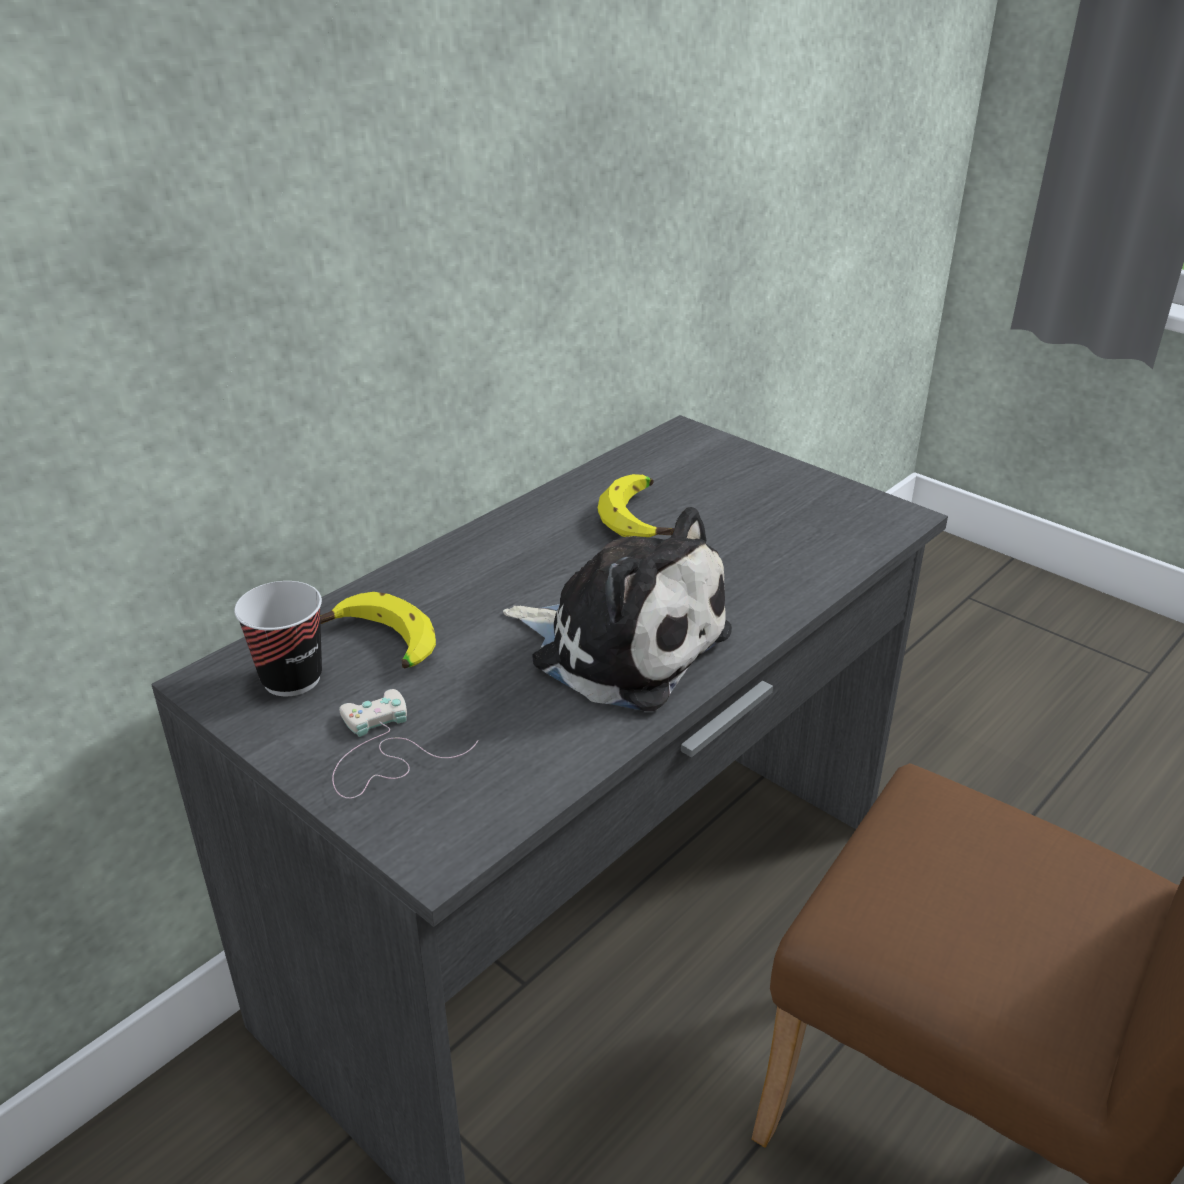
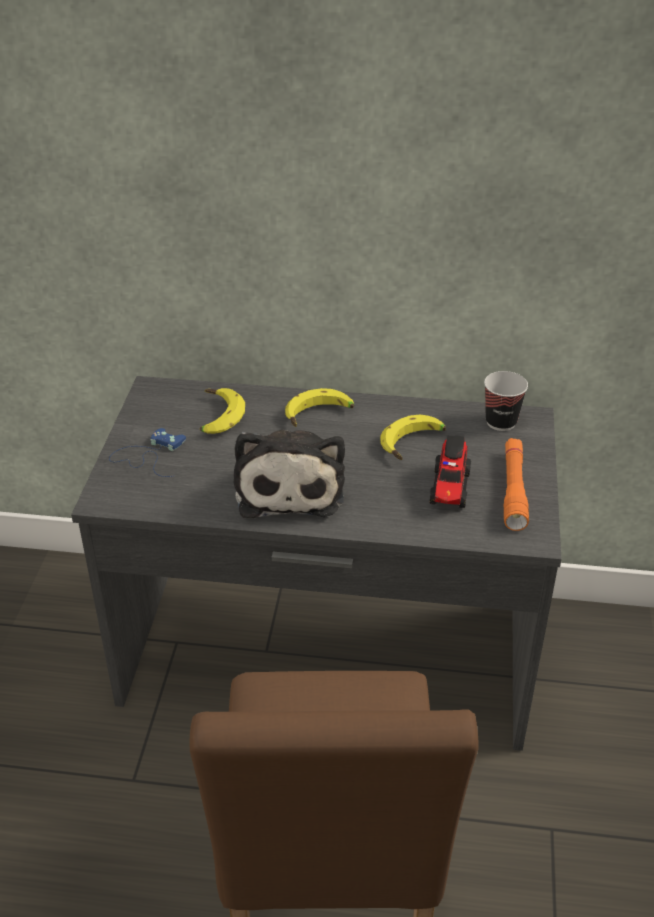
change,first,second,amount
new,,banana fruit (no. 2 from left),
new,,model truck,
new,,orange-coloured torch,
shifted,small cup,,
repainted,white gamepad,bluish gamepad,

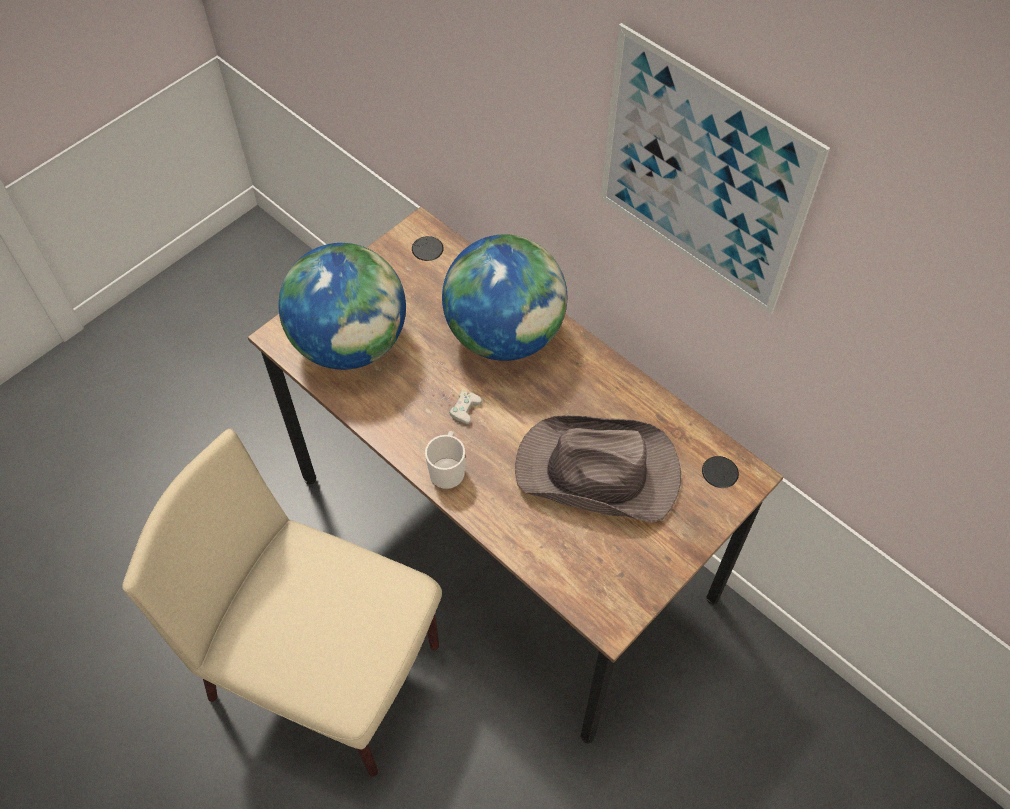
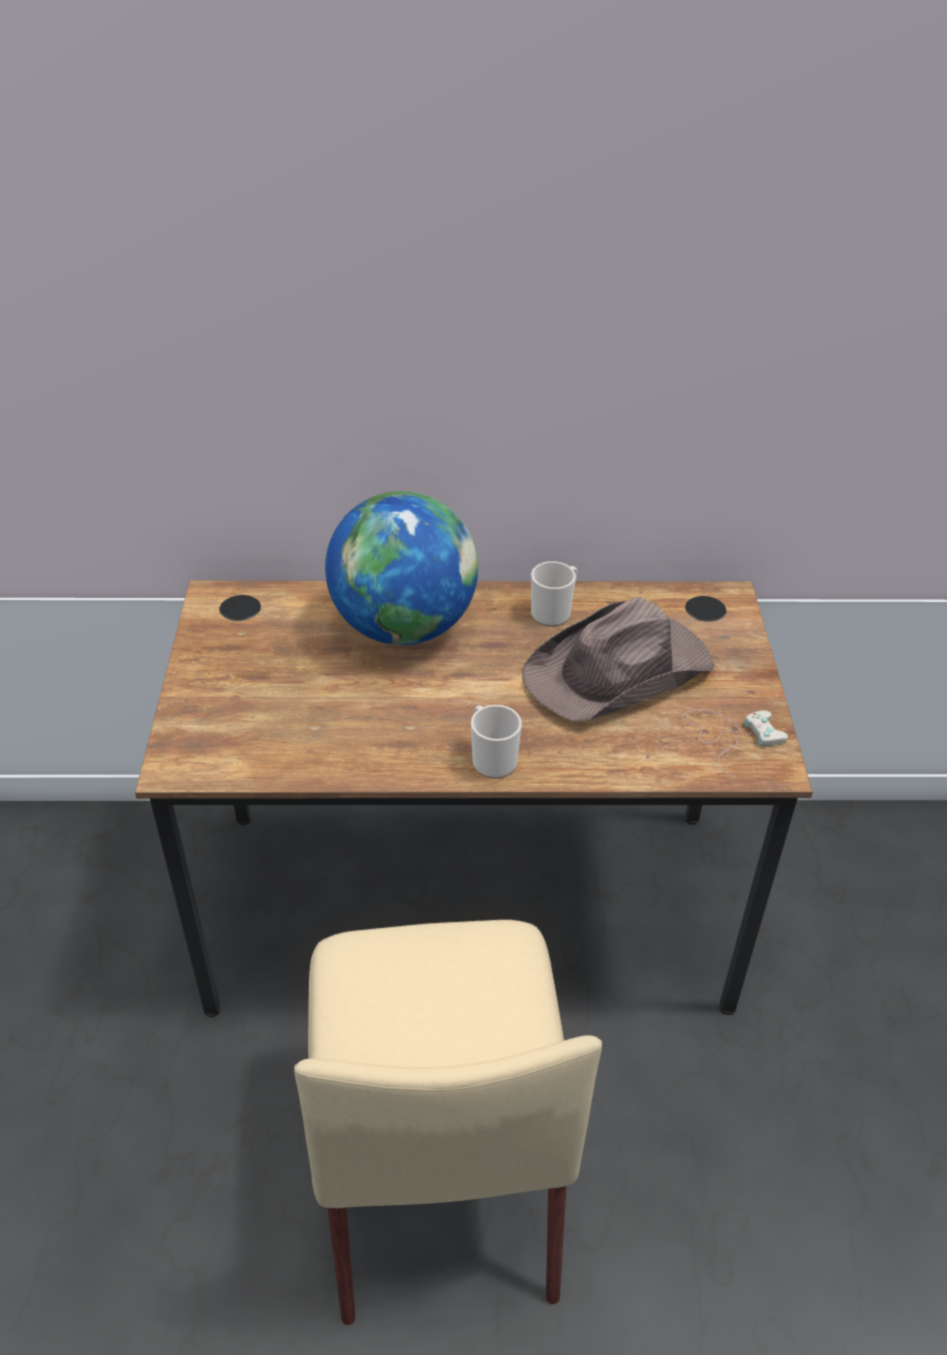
change,first,second,amount
gone,world globe (no. 1 from left),,
gone,wall picture,,
new,,mug (no. 2 from left),
shifted,white gamepad,,
rotated,beige upright chair,,75 degrees counterclockwise

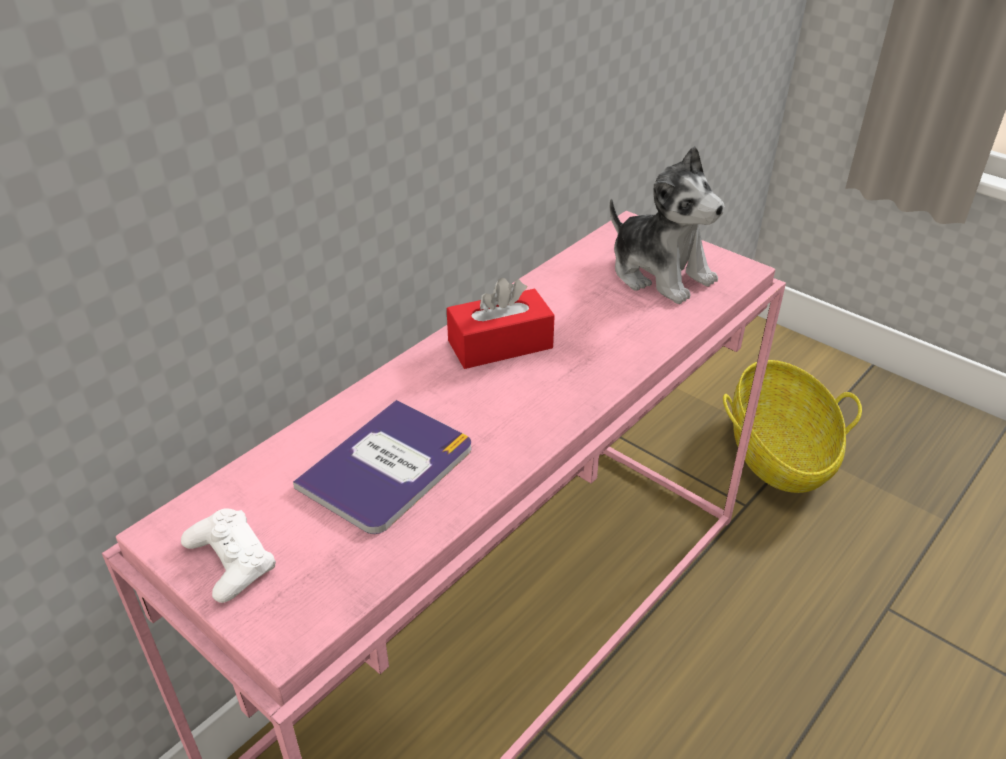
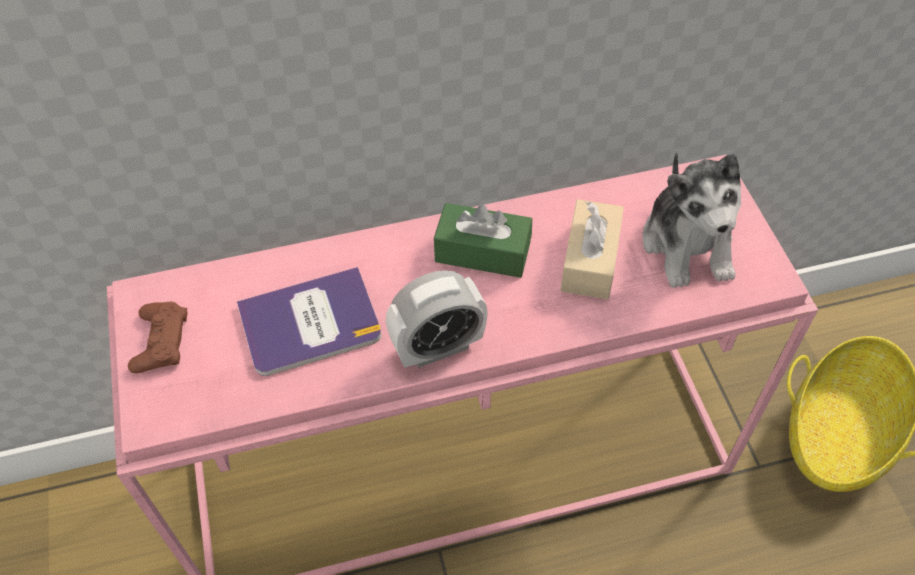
change,first,second,amount
new,,table clock,
new,,beige box of tissues,
repainted,white gamepad,brown-coloured gamepad,
repainted,red box of tissues,green box of tissues,

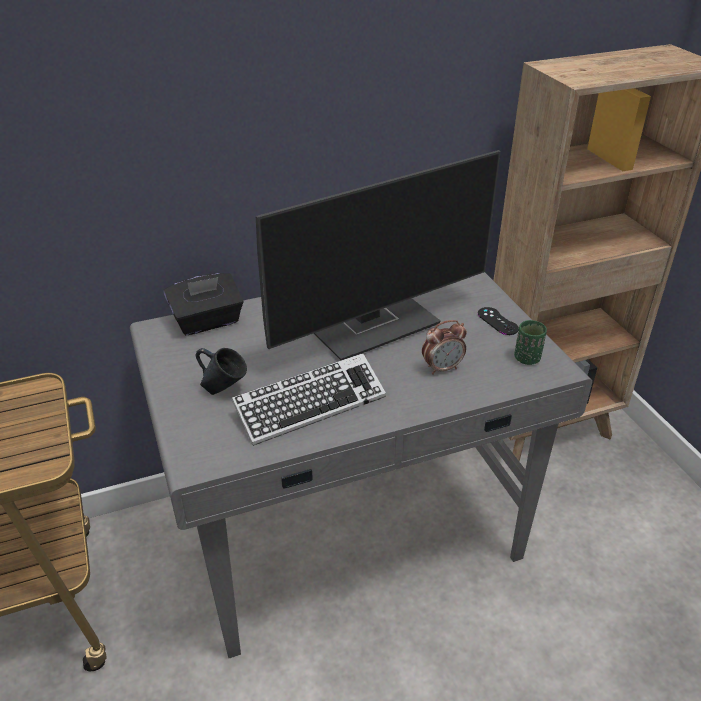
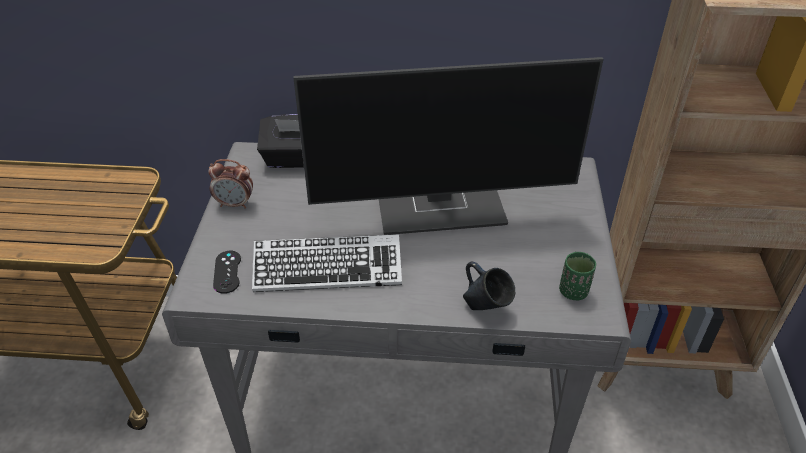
change,first,second,amount
shifted,bluish mug,,
shifted,table clock,,
shifted,black gamepad,,

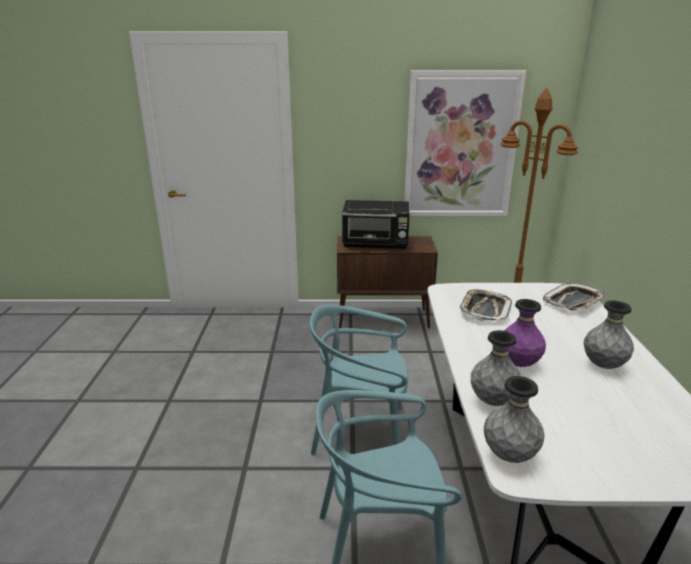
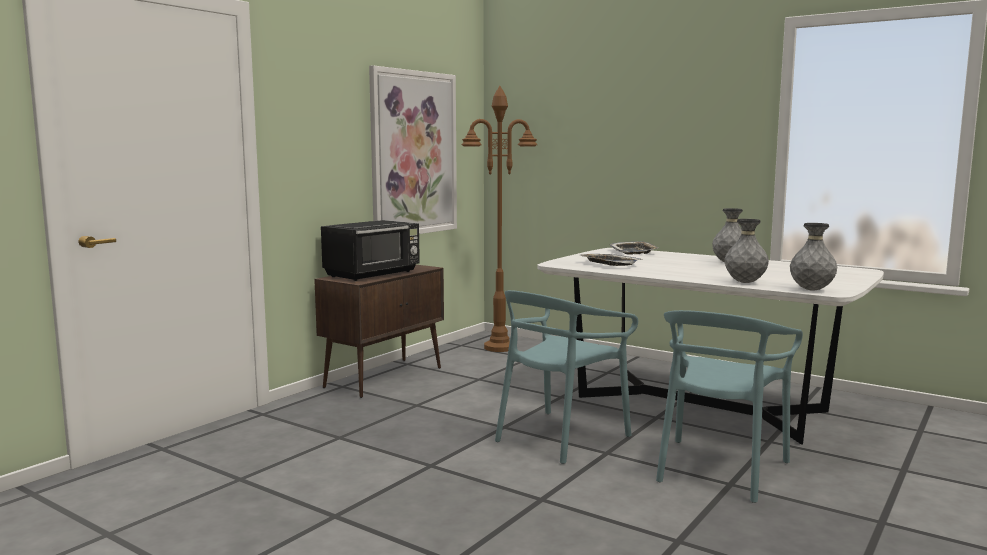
change,first,second,amount
gone,purplish flower vase,,

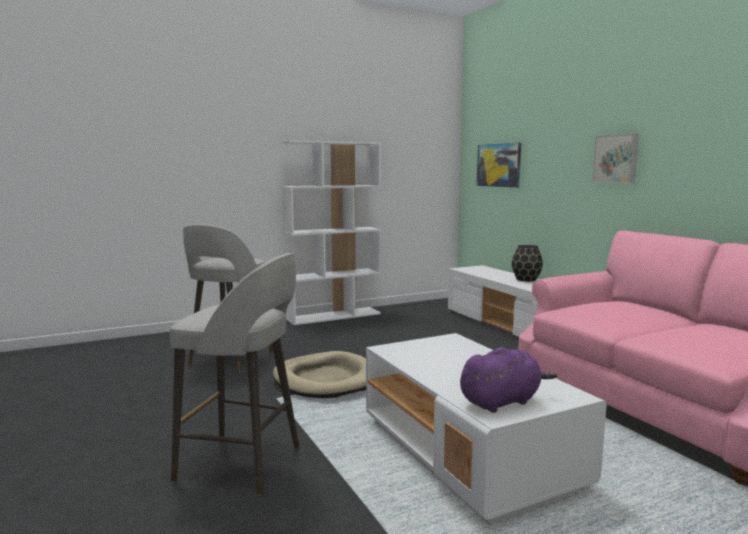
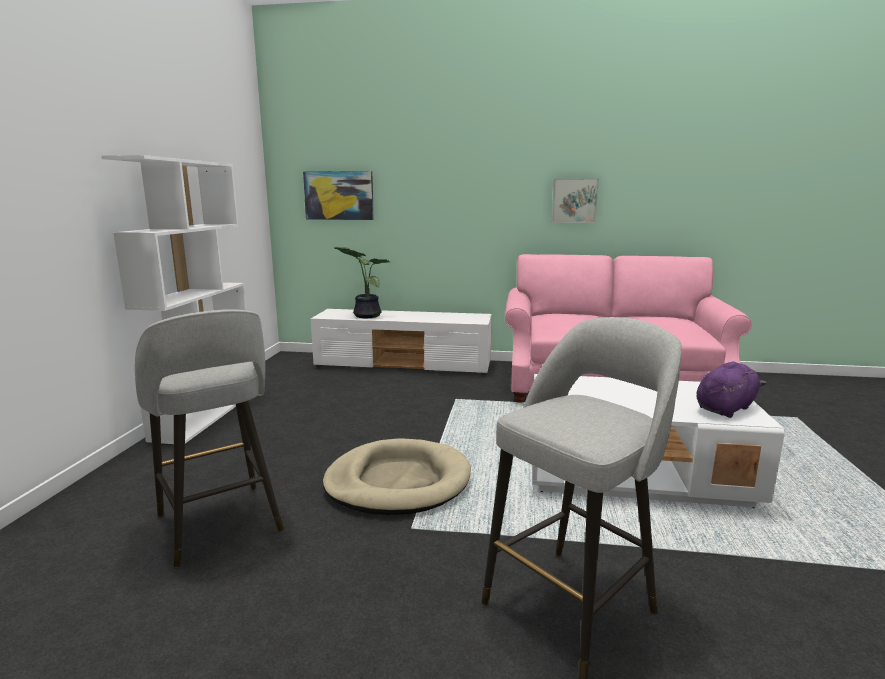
change,first,second,amount
gone,black flower vase,,
new,,houseplant,
shifted,wall picture (no. 2 from left),,
rotated,purplish cuddly toy,,45 degrees clockwise

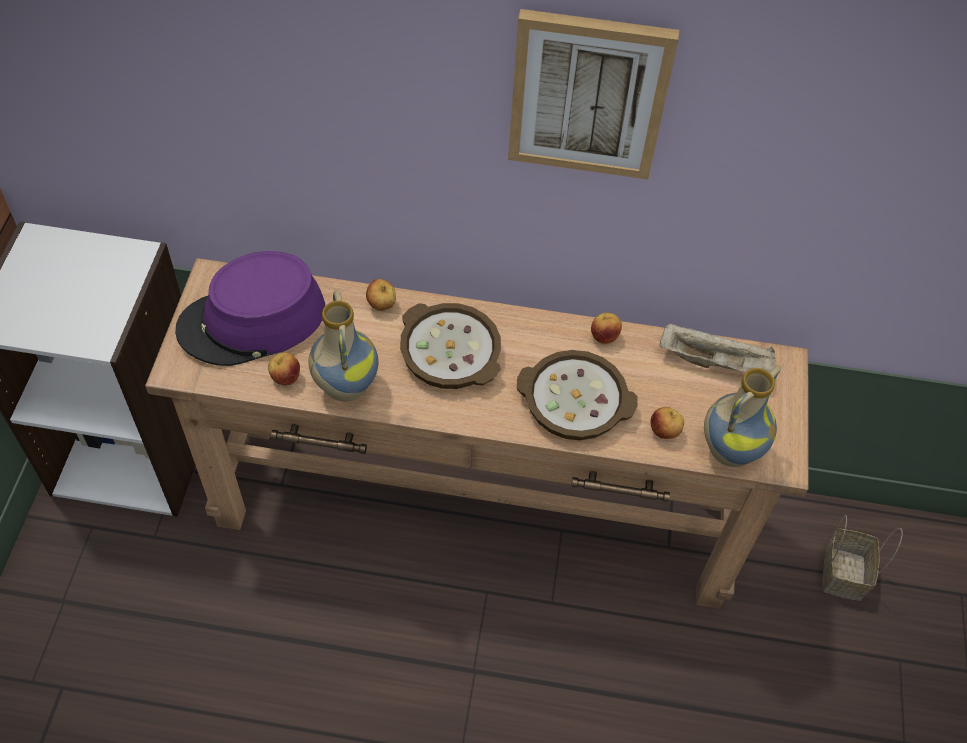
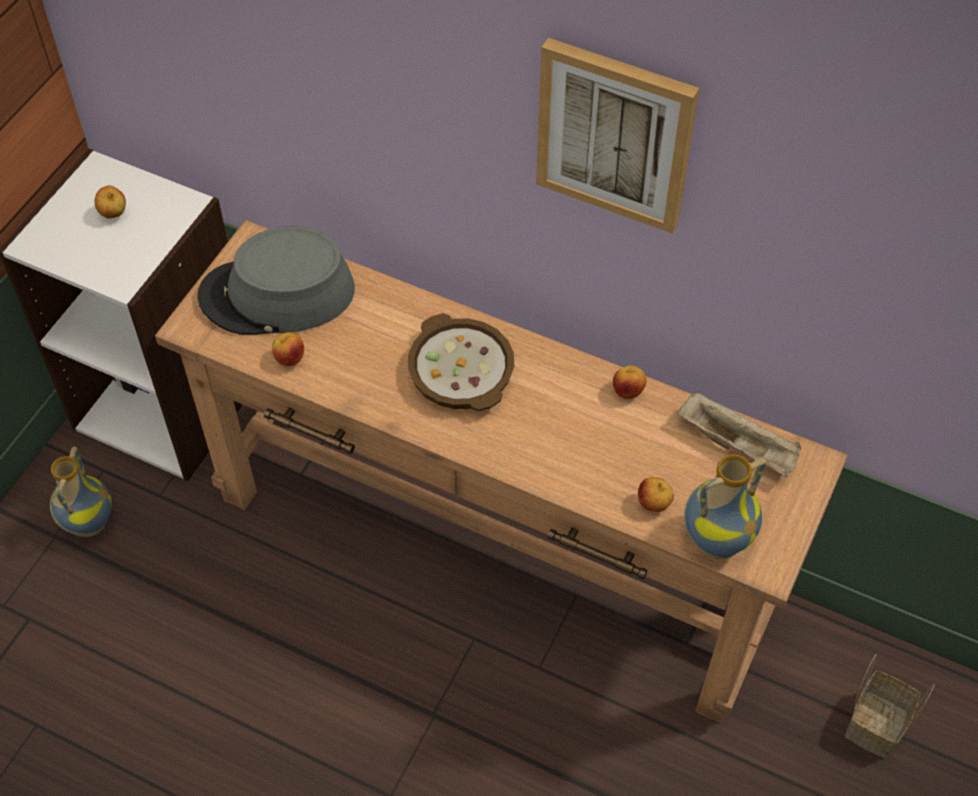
change,first,second,amount
gone,bowl (no. 2 from left),,
shifted,flower vase (no. 1 from left),,
shifted,apple fruit (no. 2 from left in the first image),apple fruit (no. 1 from left),
repainted,purplish hat,greyish hat,

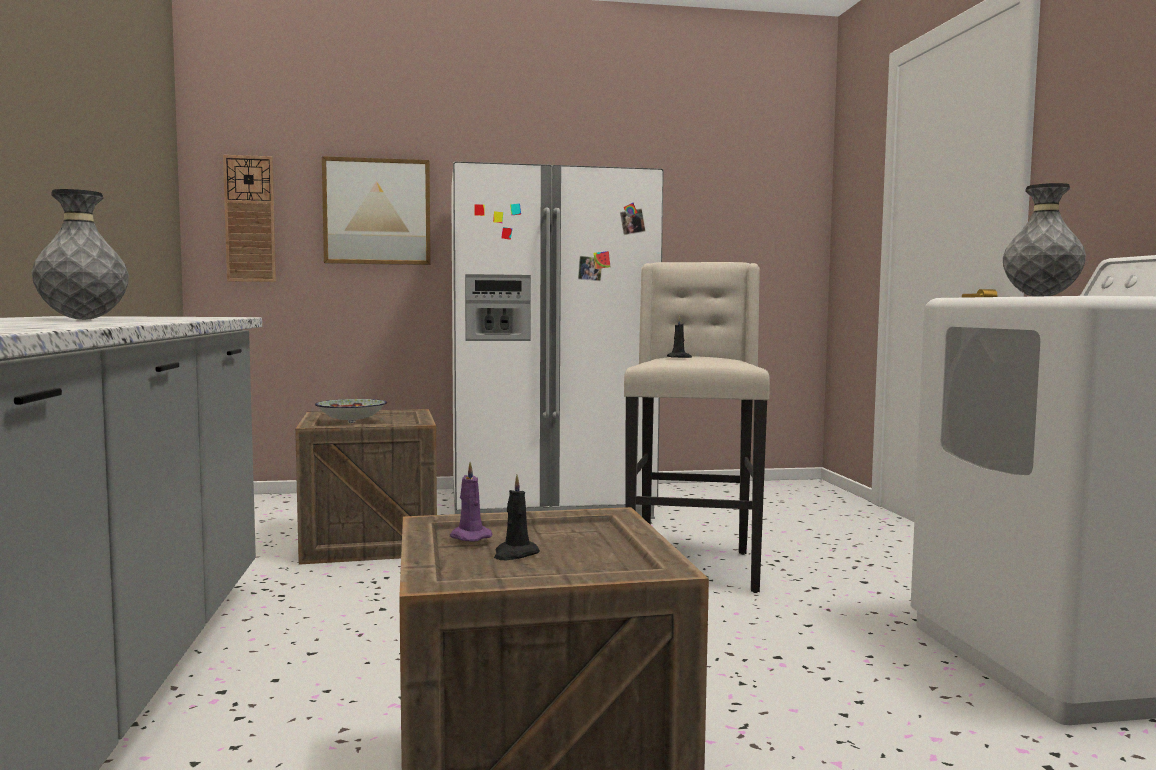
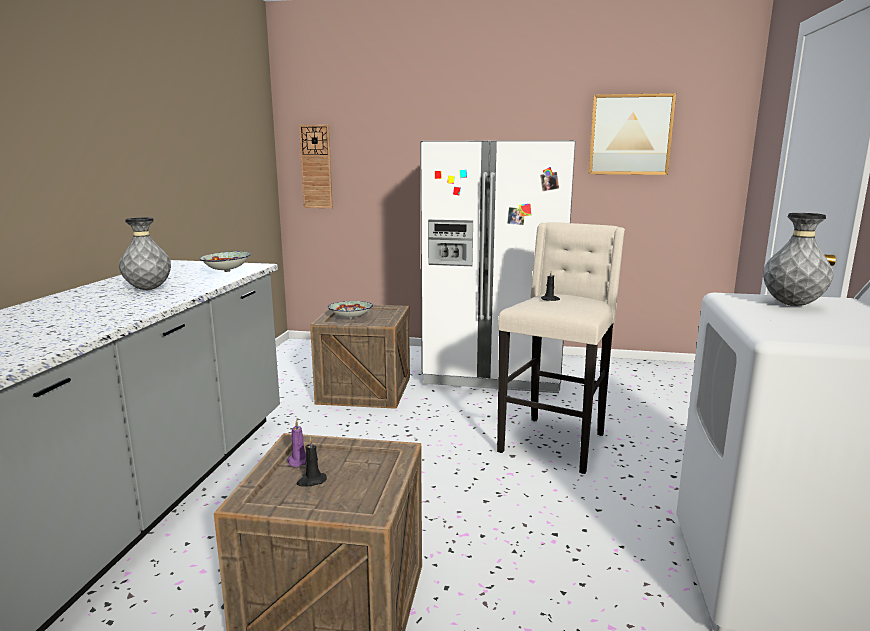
change,first,second,amount
new,,bowl (no. 1 from left),
shifted,wall picture,,

